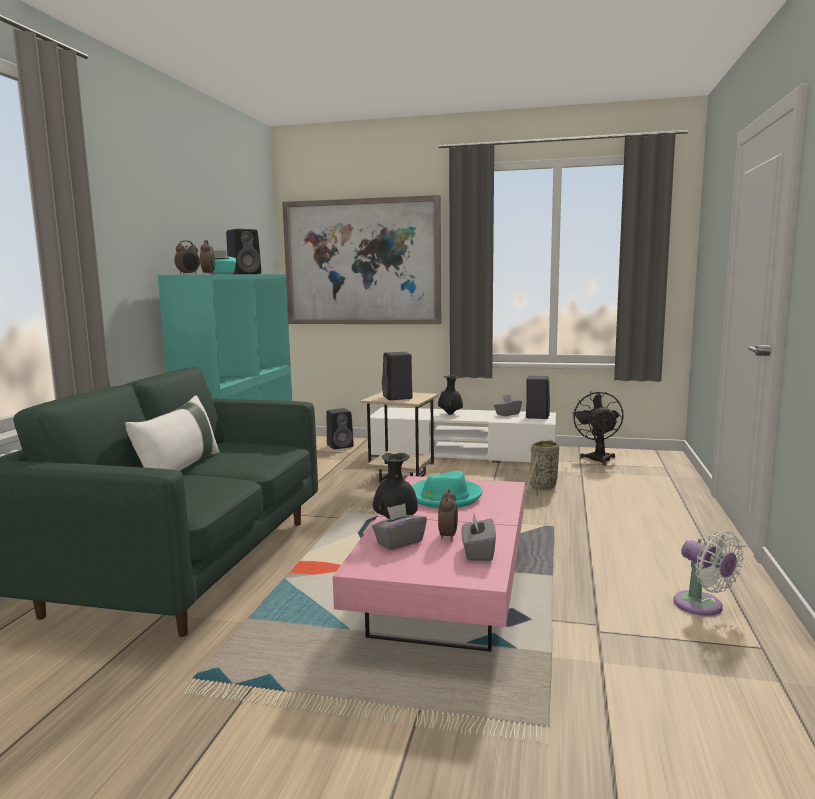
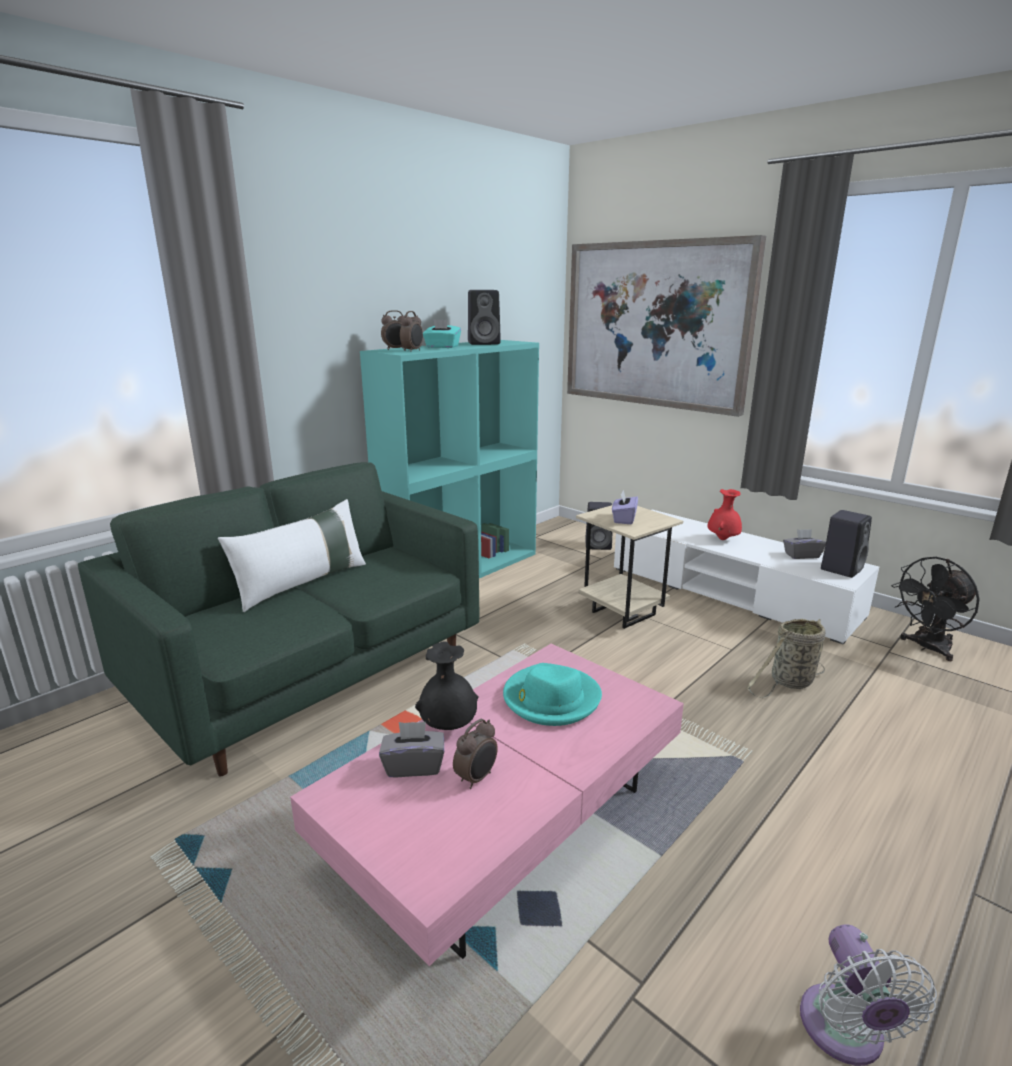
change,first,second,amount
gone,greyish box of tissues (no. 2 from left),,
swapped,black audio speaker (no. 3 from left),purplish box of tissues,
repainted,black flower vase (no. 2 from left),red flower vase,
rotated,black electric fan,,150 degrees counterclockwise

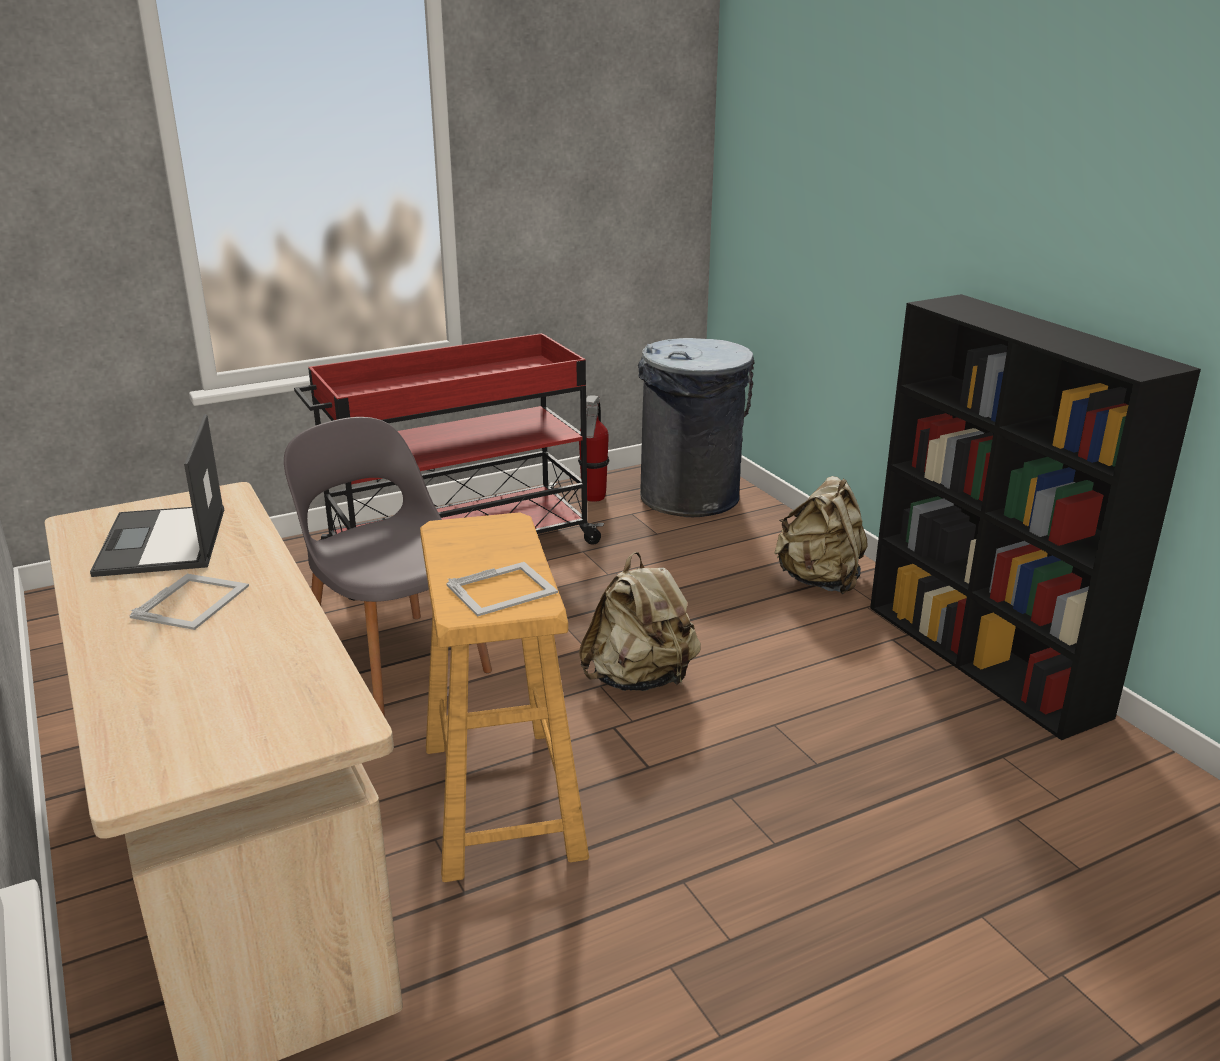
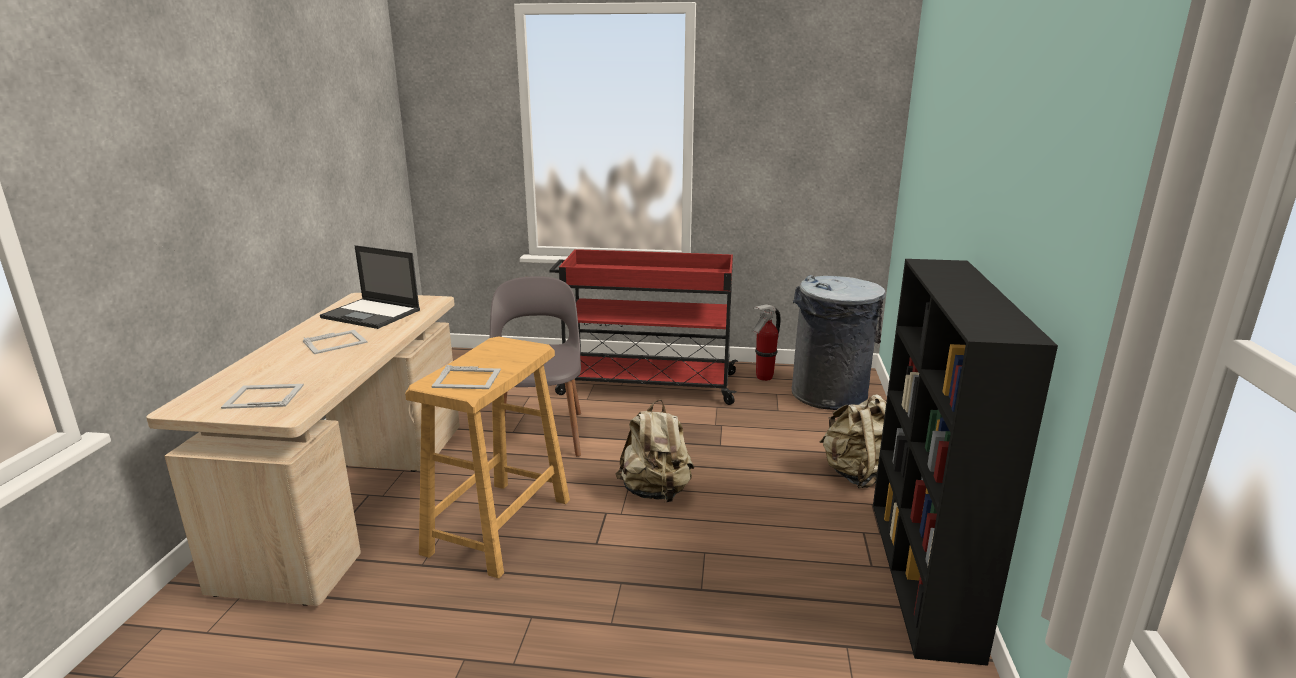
change,first,second,amount
new,,standing frame (no. 1 from left),
rotated,portable computer,,90 degrees counterclockwise

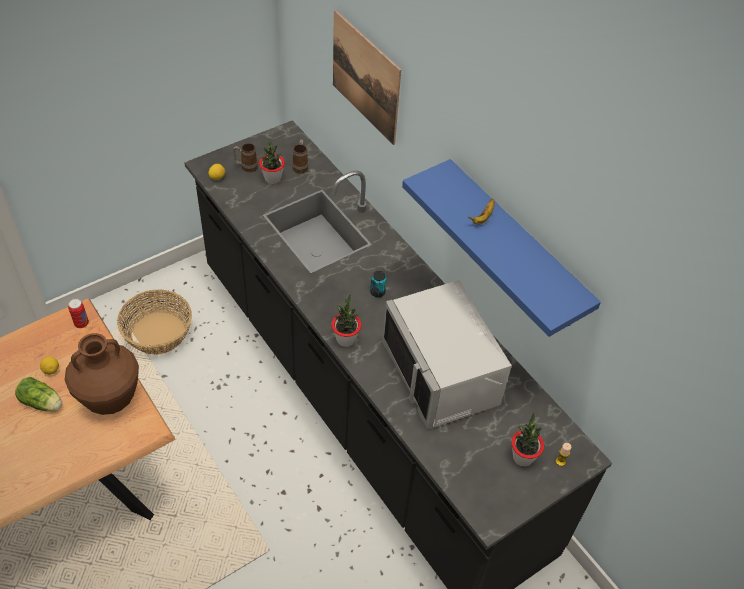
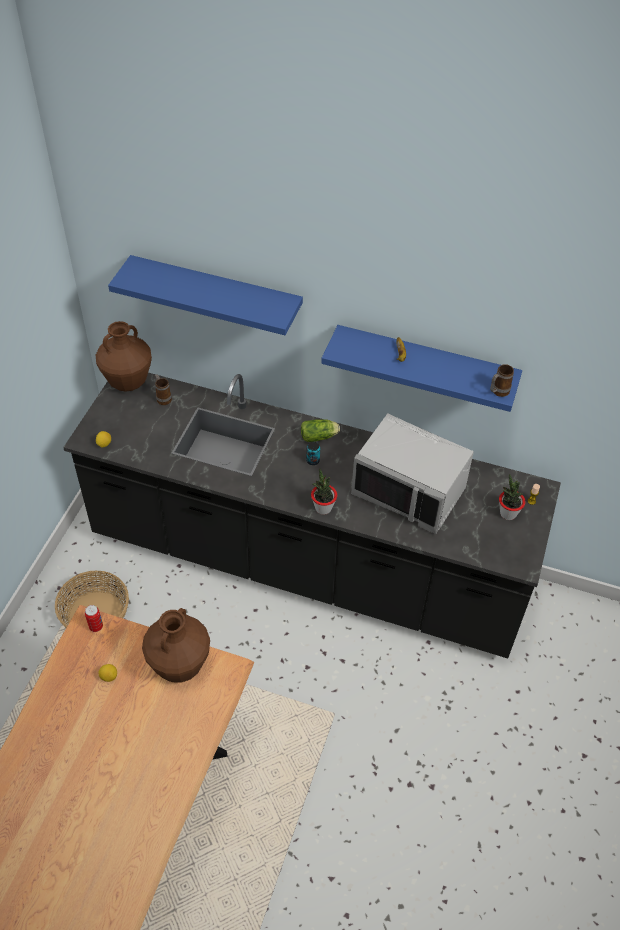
change,first,second,amount
gone,houseplant (no. 1 from left),,
new,,brown-coloured flower vase (no. 1 from left),
shifted,head of lettuce,,
shifted,mug (no. 1 from left in the first image),mug (no. 2 from left),
swapped,wall picture,bluish wall shelf (no. 1 from left),

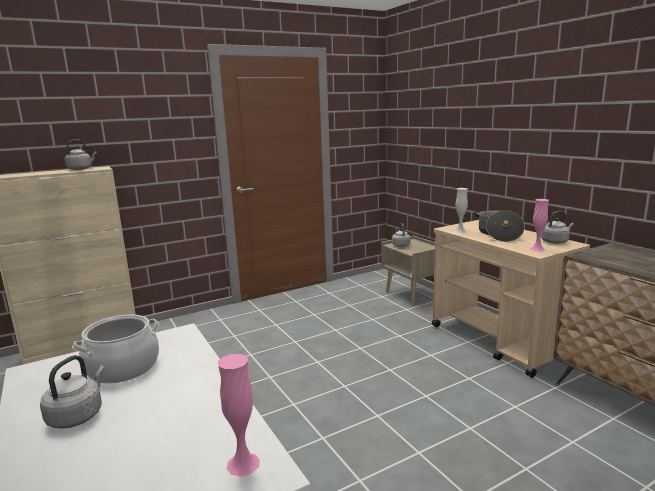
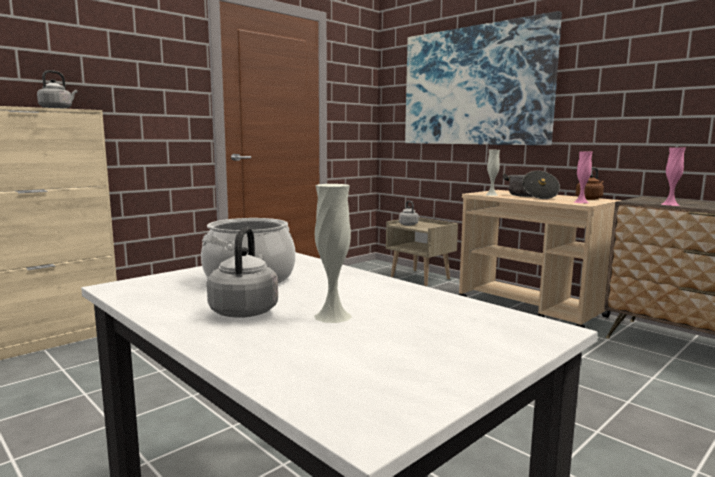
change,first,second,amount
new,,white flower vase (no. 1 from left),
new,,wall picture,
shifted,pinkish flower vase (no. 1 from left in the first image),pinkish flower vase (no. 2 from left),
repainted,greyish kettle (no. 4 from left),brown-coloured kettle,

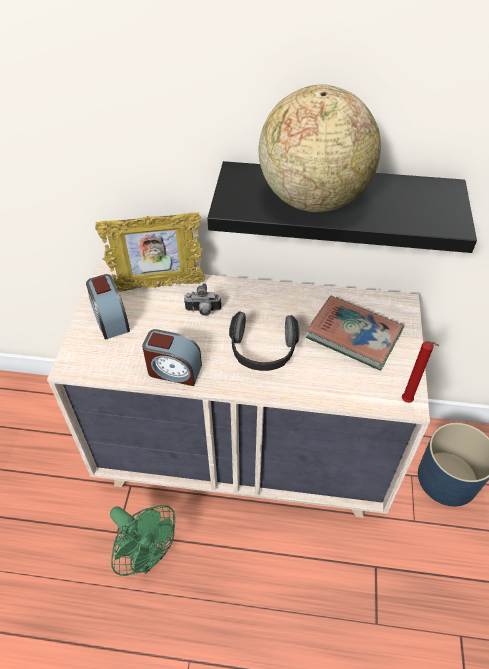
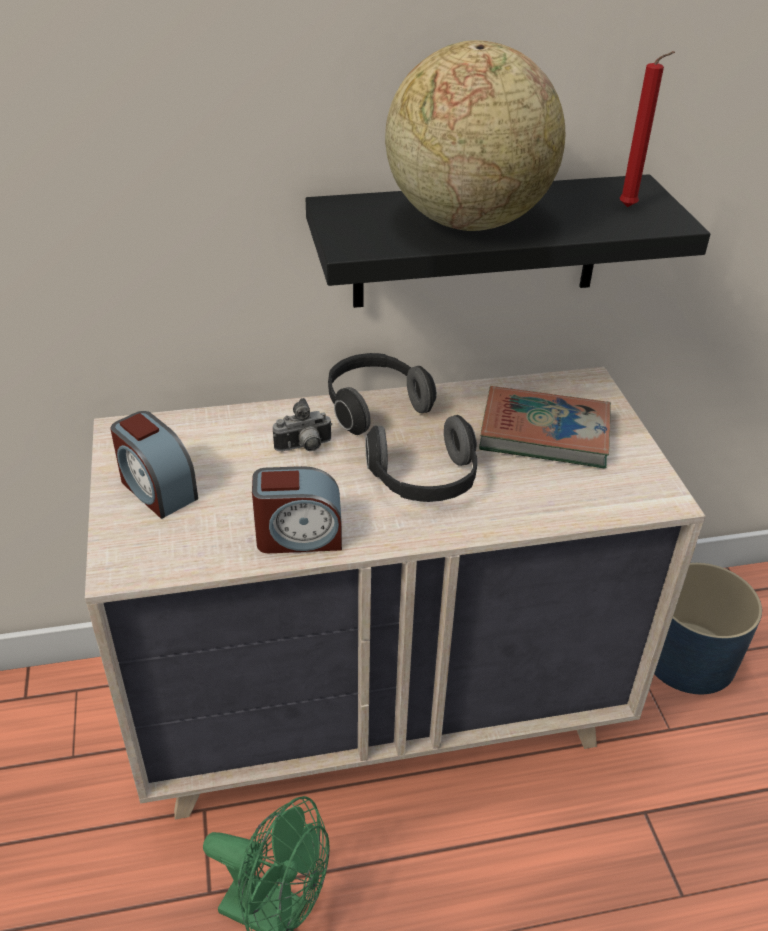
change,first,second,amount
gone,standing frame,,
new,,headset (no. 1 from left),
shifted,red wax light,,

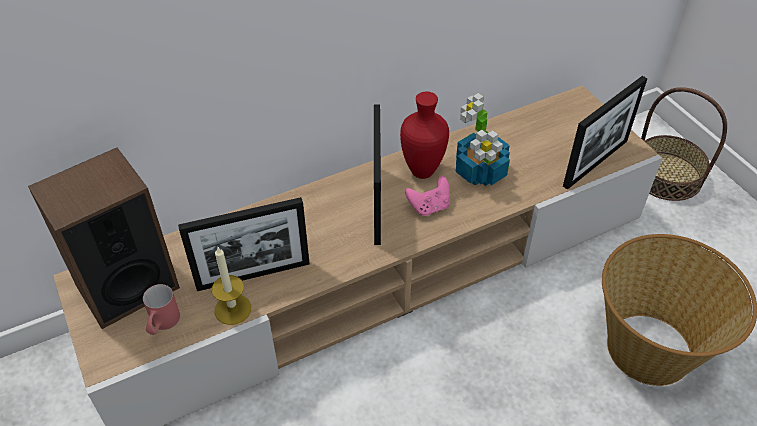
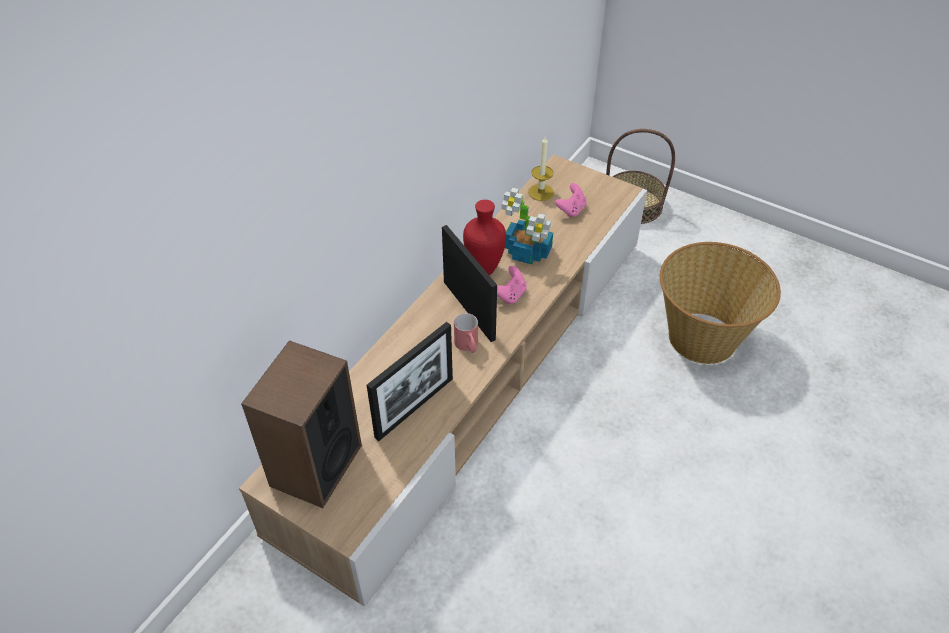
change,first,second,amount
gone,standing frame (no. 3 from left),,
new,,pinkish gamepad (no. 2 from left),
shifted,red mug,,
shifted,wax light,,

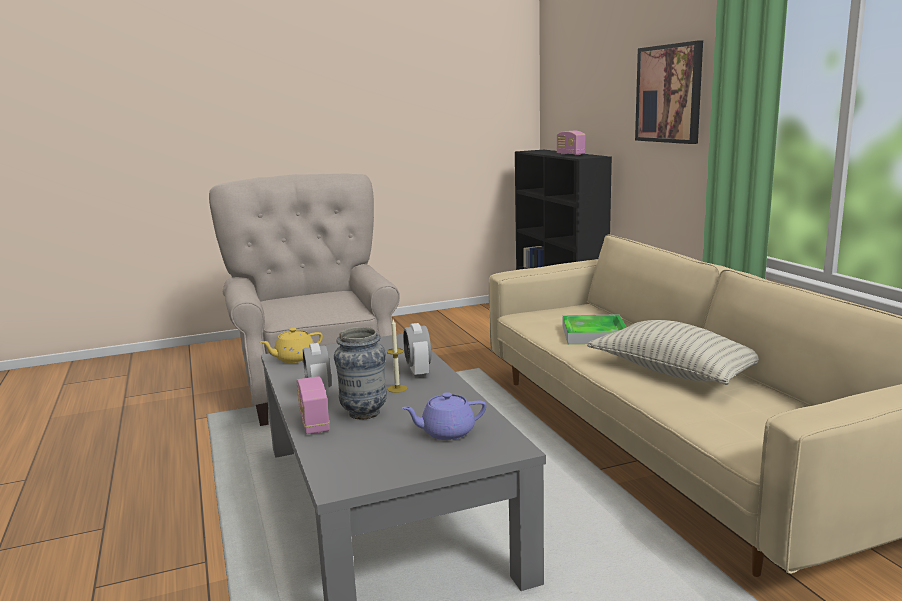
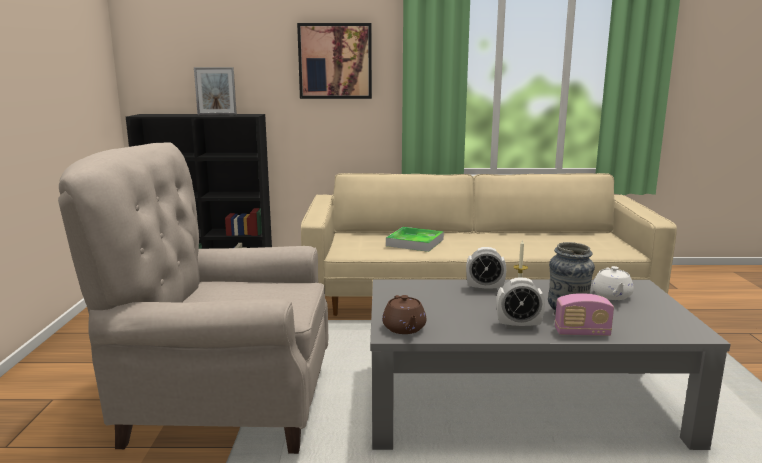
change,first,second,amount
gone,pillow,,
swapped,radio (no. 2 from left),standing frame,
repainted,yellow-coloured tea pot,brown-coloured tea pot,
repainted,purplish tea pot,white tea pot,

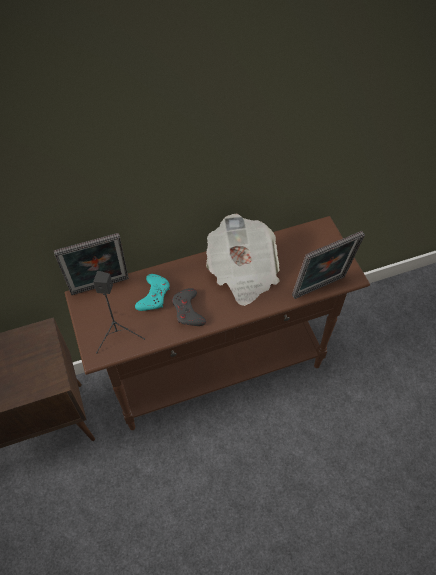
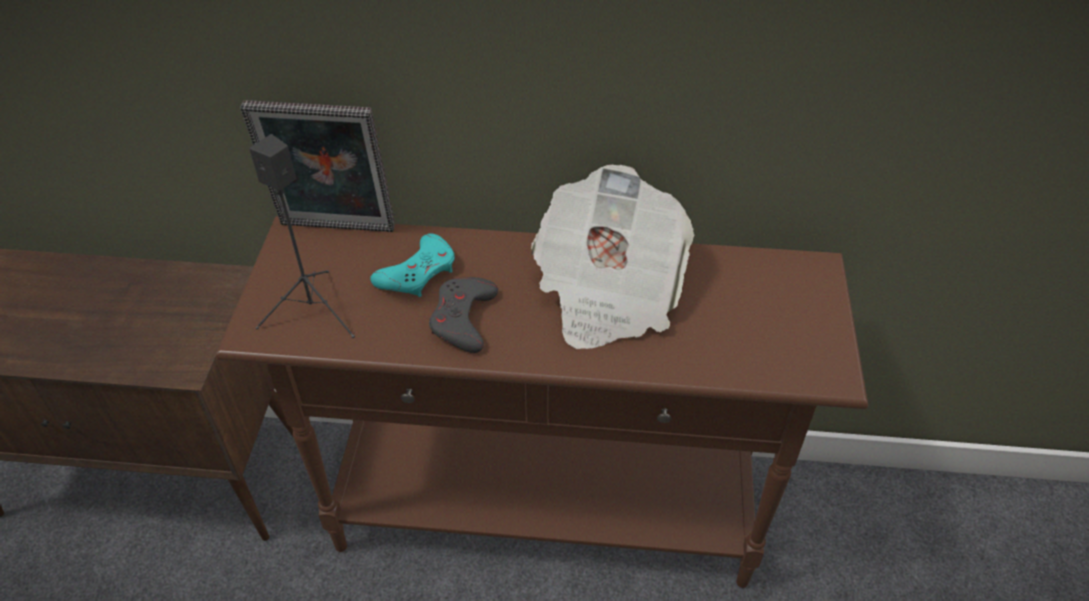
change,first,second,amount
gone,standing frame (no. 2 from left),,

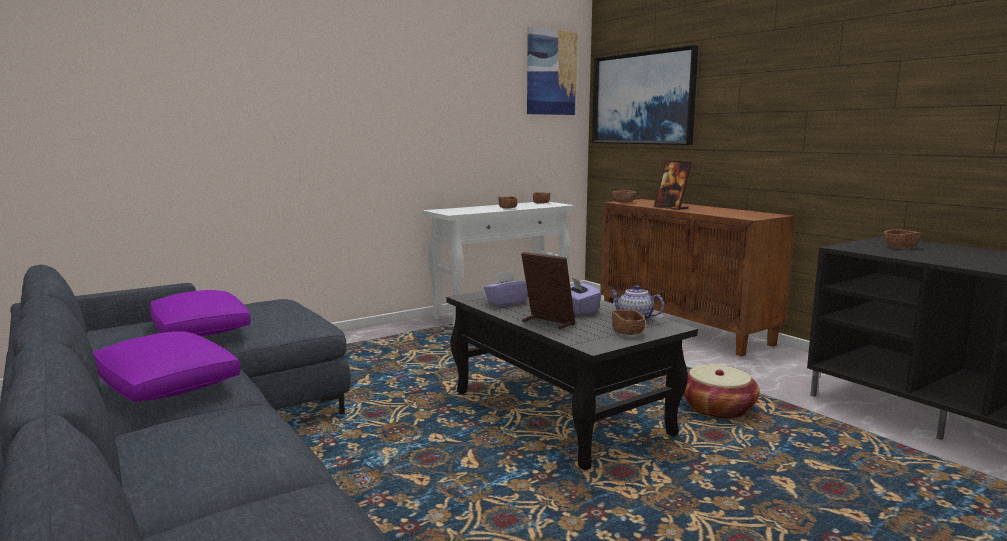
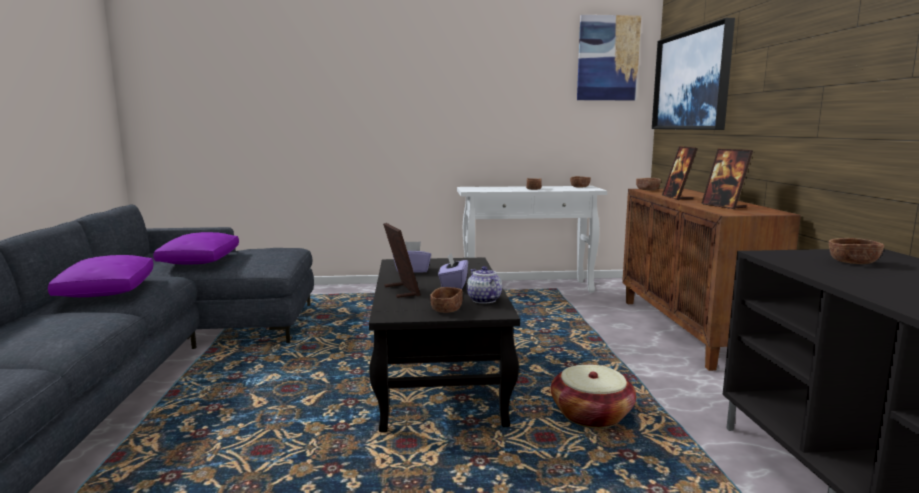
change,first,second,amount
new,,standing frame (no. 3 from left),

